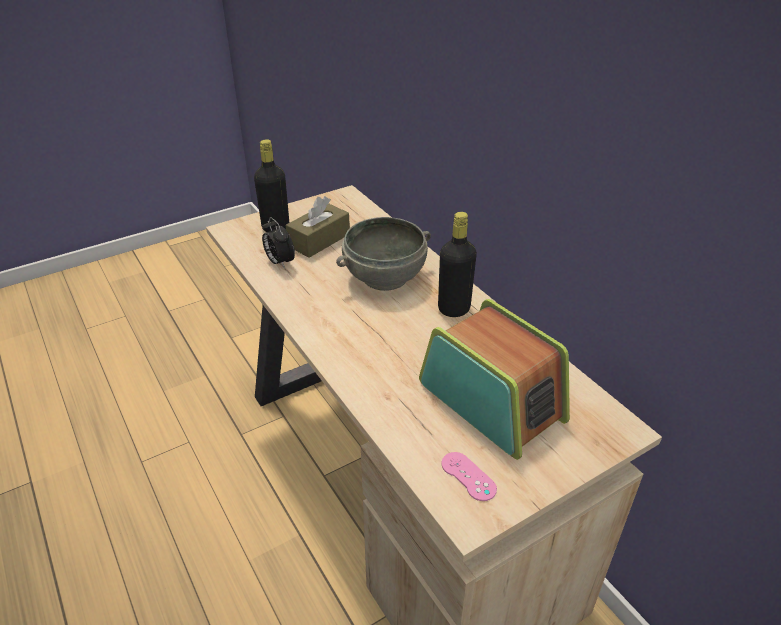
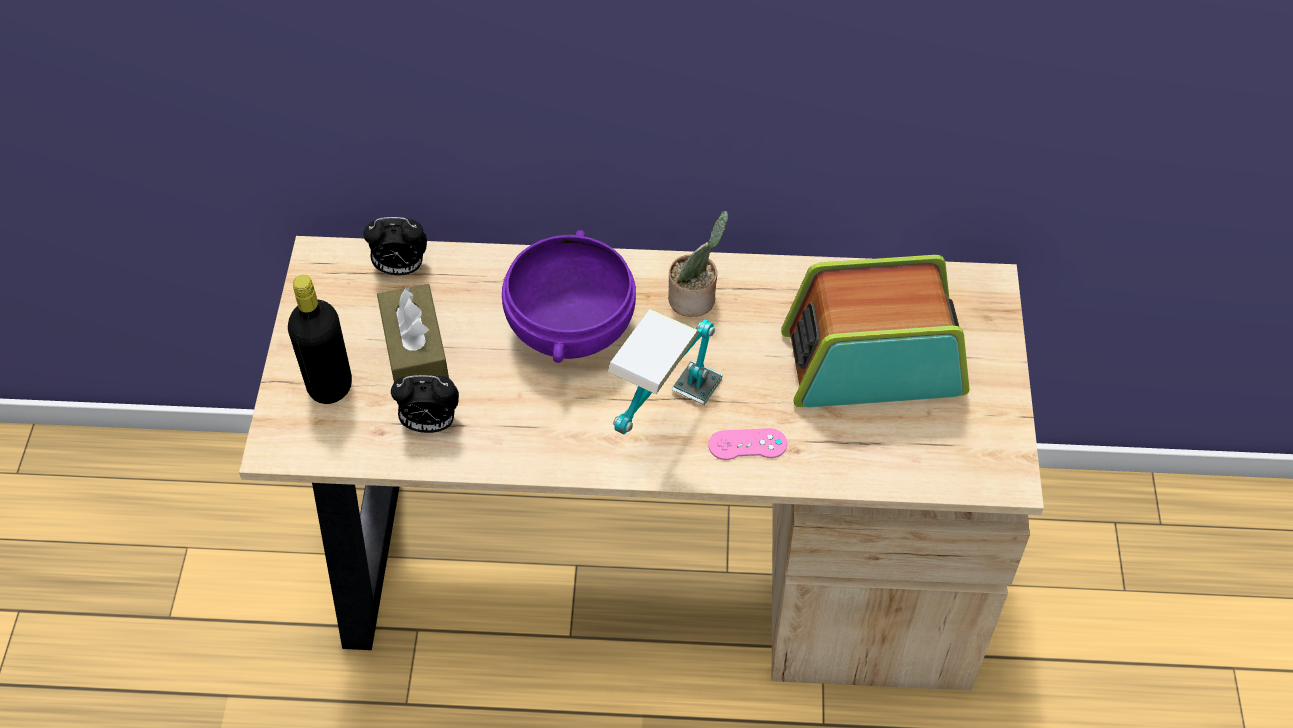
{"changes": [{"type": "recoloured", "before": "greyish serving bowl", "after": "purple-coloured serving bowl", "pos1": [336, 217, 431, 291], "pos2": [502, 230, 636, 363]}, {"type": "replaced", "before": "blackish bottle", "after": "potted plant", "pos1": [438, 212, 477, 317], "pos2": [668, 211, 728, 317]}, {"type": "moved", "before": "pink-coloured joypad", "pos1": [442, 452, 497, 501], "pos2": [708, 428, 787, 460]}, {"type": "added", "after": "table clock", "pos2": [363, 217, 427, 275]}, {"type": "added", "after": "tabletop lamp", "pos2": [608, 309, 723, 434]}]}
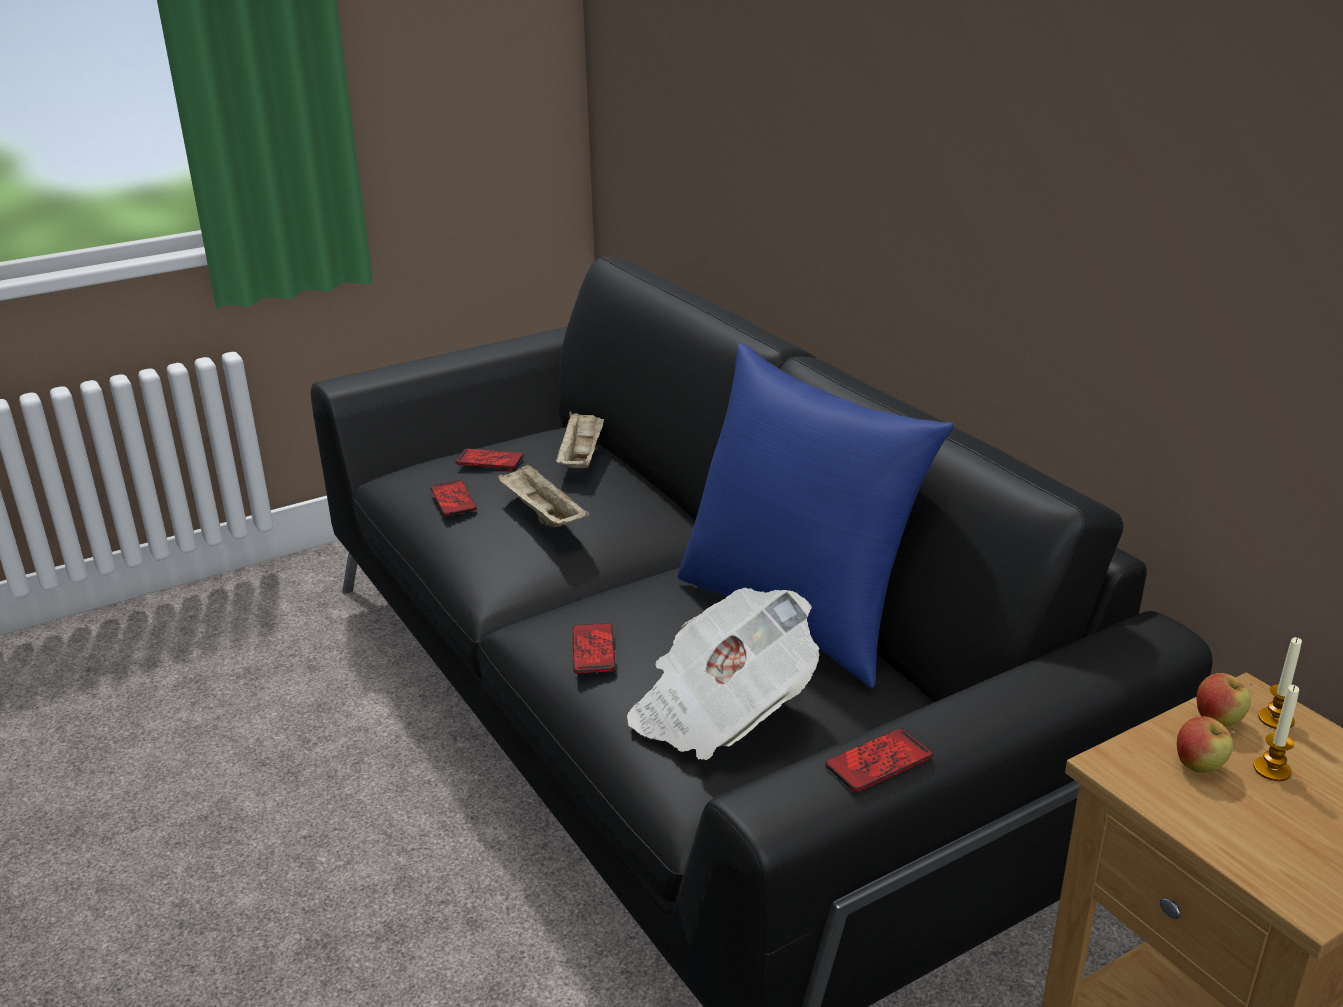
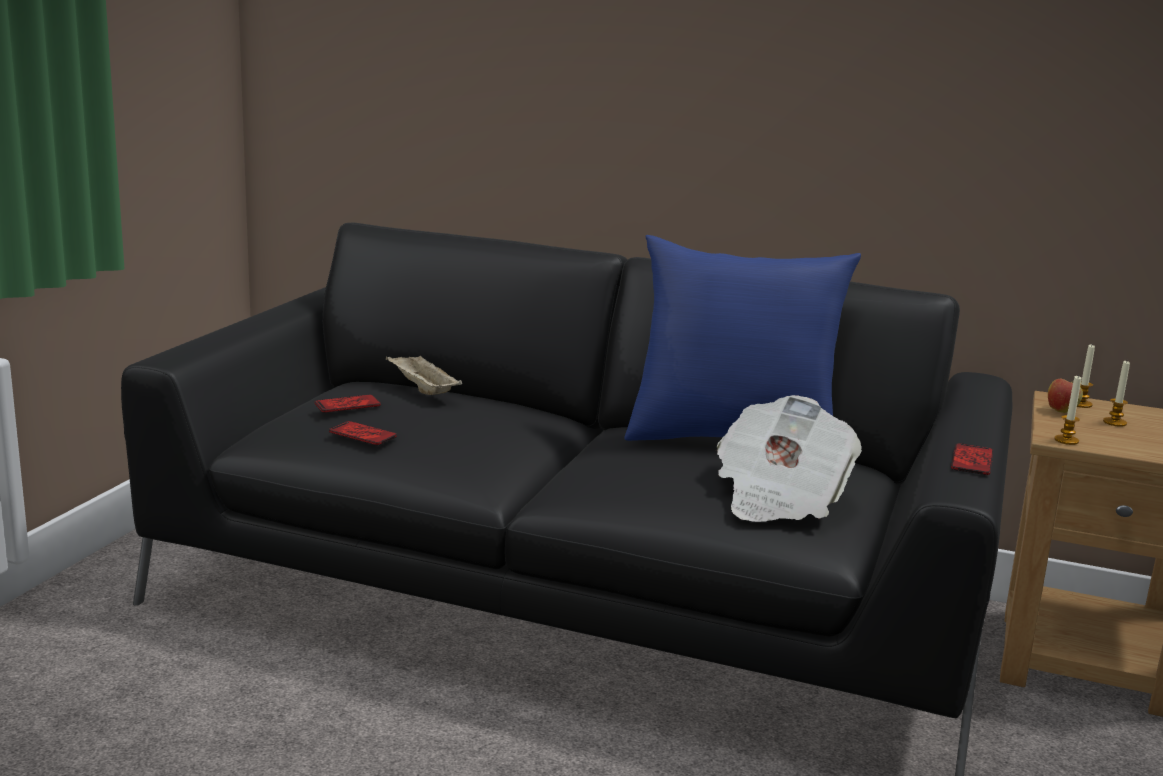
{"changes": [{"type": "removed", "before": "beige tray", "pos1": [496, 463, 589, 527]}, {"type": "removed", "before": "handset", "pos1": [573, 623, 615, 674]}, {"type": "removed", "before": "apple fruit", "pos1": [1177, 716, 1235, 773]}, {"type": "added", "after": "candle", "pos2": [1054, 375, 1081, 445]}]}
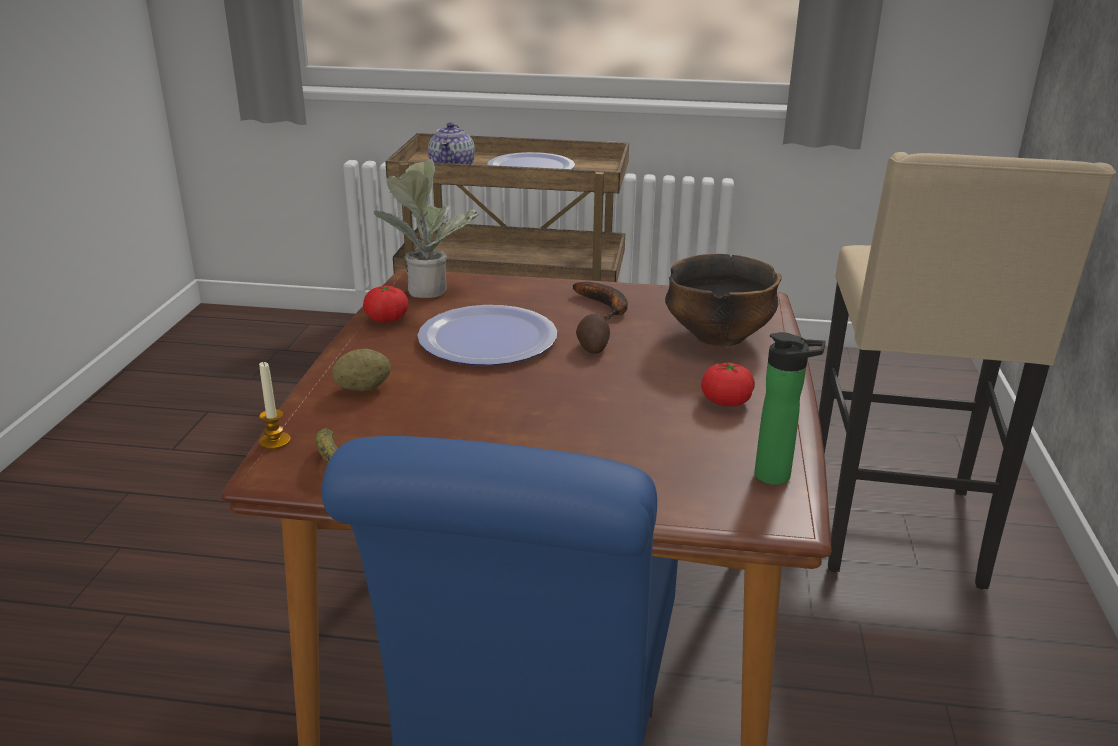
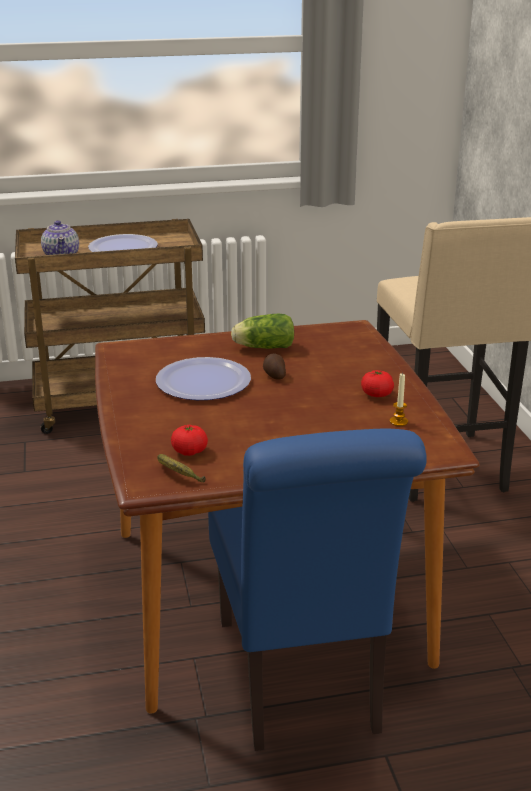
{"changes": [{"type": "moved", "before": "candle", "pos1": [259, 361, 291, 450], "pos2": [390, 373, 408, 426]}, {"type": "removed", "before": "potato", "pos1": [332, 349, 391, 391]}, {"type": "moved", "before": "whole tomato", "pos1": [363, 286, 408, 322], "pos2": [171, 425, 208, 456]}, {"type": "removed", "before": "potted plant", "pos1": [374, 159, 479, 298]}, {"type": "replaced", "before": "banana", "after": "lettuce", "pos1": [572, 282, 628, 321], "pos2": [231, 314, 294, 349]}, {"type": "removed", "before": "serving bowl", "pos1": [665, 254, 782, 347]}, {"type": "removed", "before": "bottle", "pos1": [754, 332, 826, 485]}]}
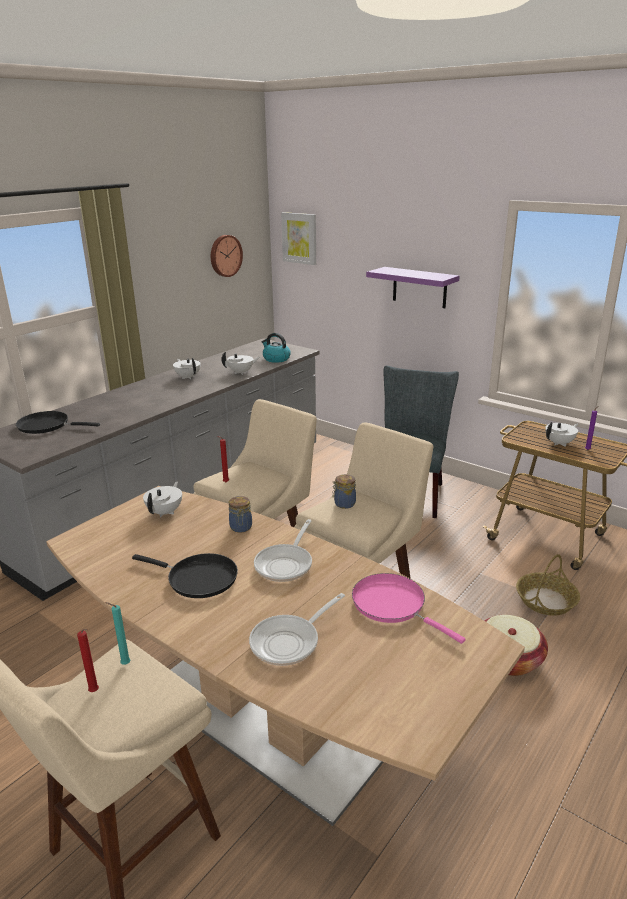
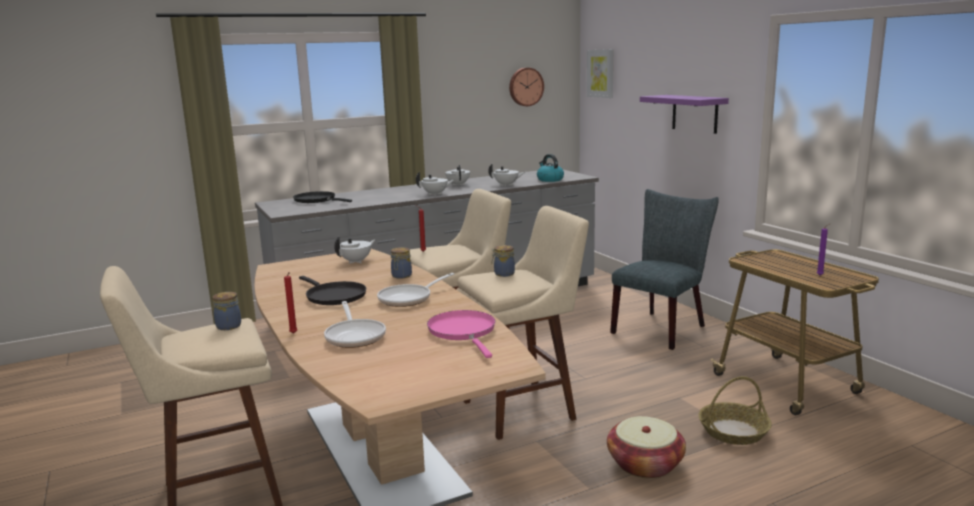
{"changes": [{"type": "moved", "before": "red-coloured candle", "pos1": [77, 629, 99, 692], "pos2": [284, 272, 297, 334]}, {"type": "replaced", "before": "blue-green candle", "after": "preserve jar", "pos1": [105, 602, 131, 665], "pos2": [212, 292, 241, 330]}, {"type": "turned", "before": "skillet", "pos1": [249, 593, 345, 666], "pos2": [324, 301, 386, 348], "turn": -90}, {"type": "moved", "before": "whitish teapot", "pos1": [545, 422, 578, 447], "pos2": [416, 172, 455, 195]}]}
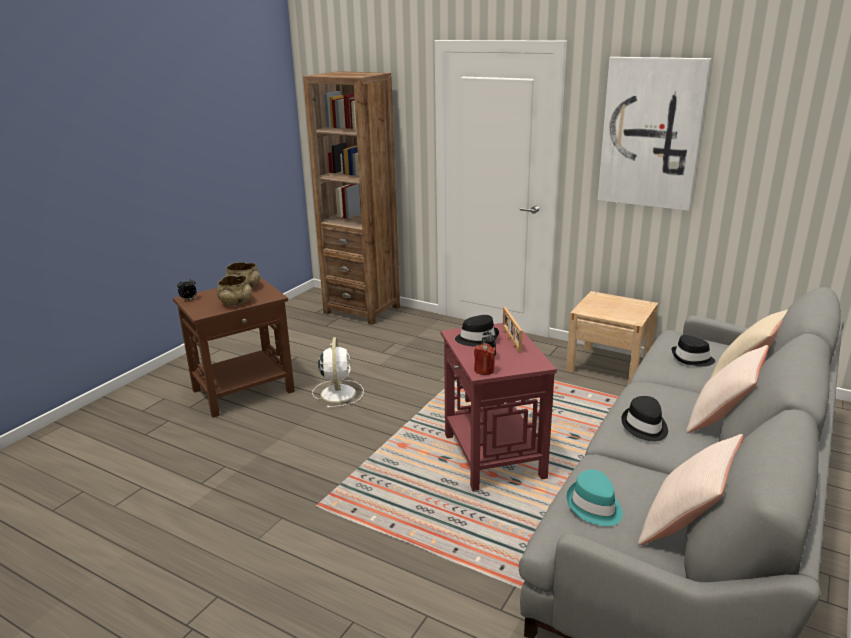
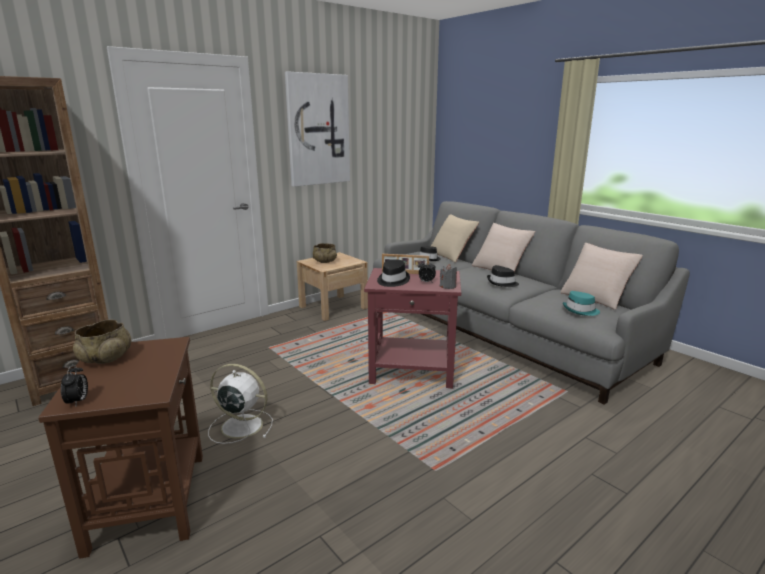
{"changes": [{"type": "moved", "before": "beige serving bowl", "pos1": [217, 275, 252, 306], "pos2": [313, 243, 337, 263]}, {"type": "recoloured", "before": "red-coloured candle", "after": "greyish candle", "pos1": [474, 343, 495, 375], "pos2": [440, 264, 457, 289]}]}
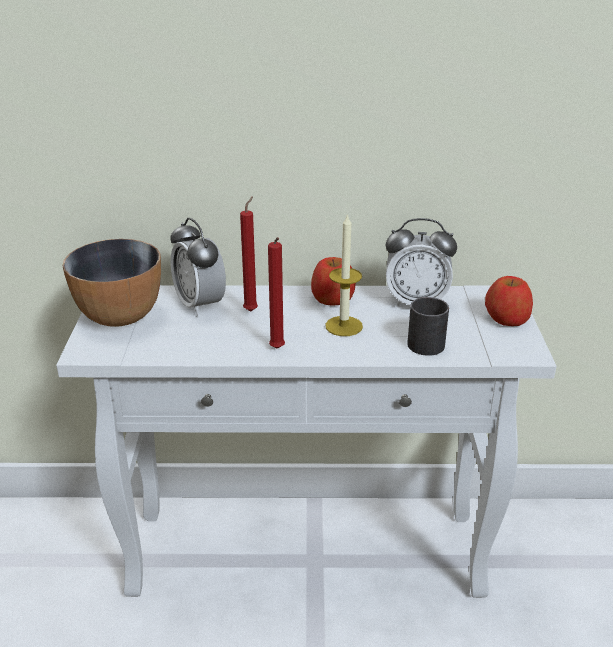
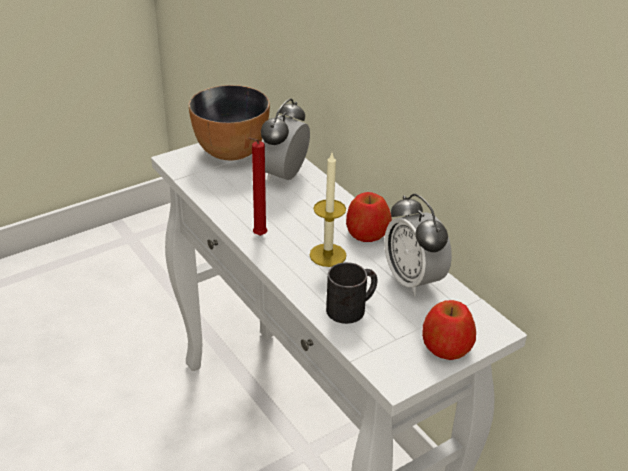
{"changes": [{"type": "removed", "before": "red-coloured candle", "pos1": [240, 196, 258, 311]}]}
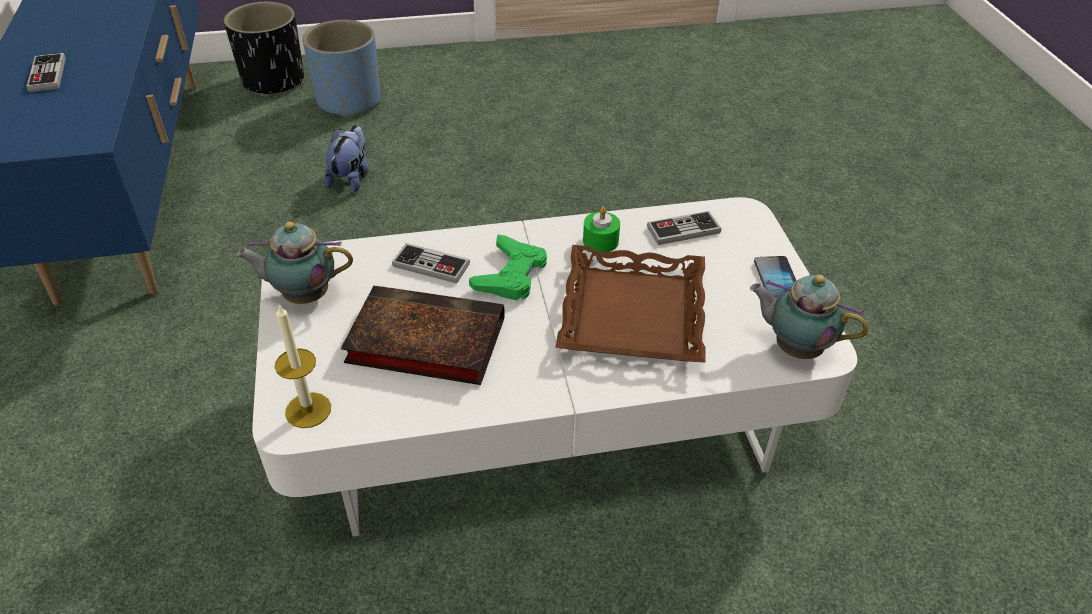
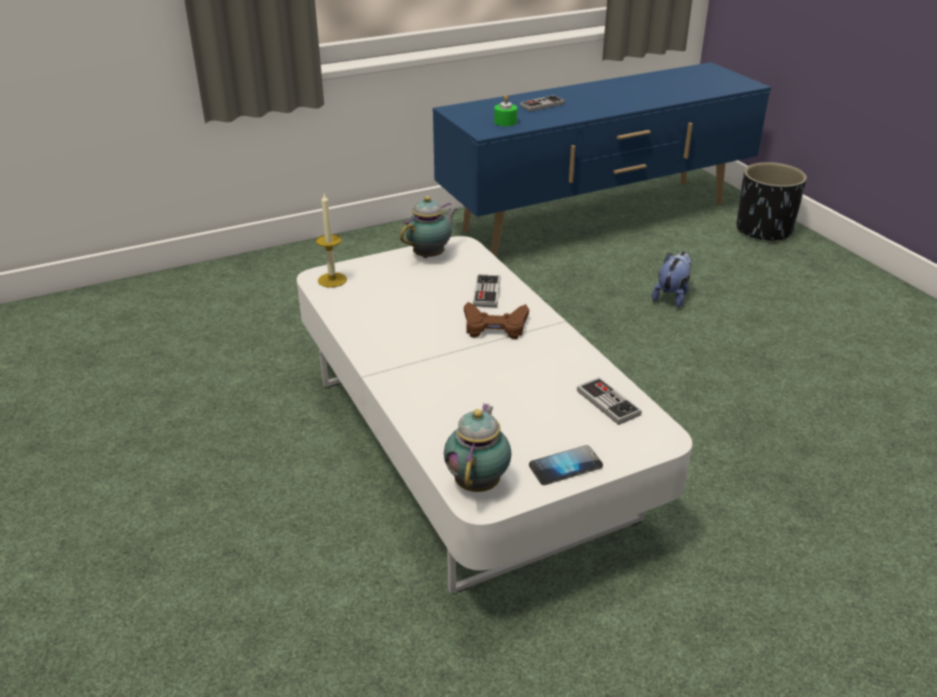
{"changes": [{"type": "turned", "before": "teapot", "pos1": [236, 222, 353, 304], "pos2": [400, 196, 457, 258], "turn": 60}, {"type": "removed", "before": "blue planter", "pos1": [302, 20, 380, 118]}, {"type": "turned", "before": "soft toy", "pos1": [324, 125, 369, 192], "pos2": [652, 252, 692, 307], "turn": -60}, {"type": "removed", "before": "volume", "pos1": [341, 285, 505, 385]}, {"type": "recoloured", "before": "greenish joypad", "after": "brown-coloured joypad", "pos1": [469, 234, 547, 301], "pos2": [464, 302, 529, 340]}, {"type": "removed", "before": "brown-coloured tray", "pos1": [556, 245, 705, 363]}, {"type": "moved", "before": "greenish candle", "pos1": [583, 207, 620, 252], "pos2": [494, 95, 517, 126]}]}
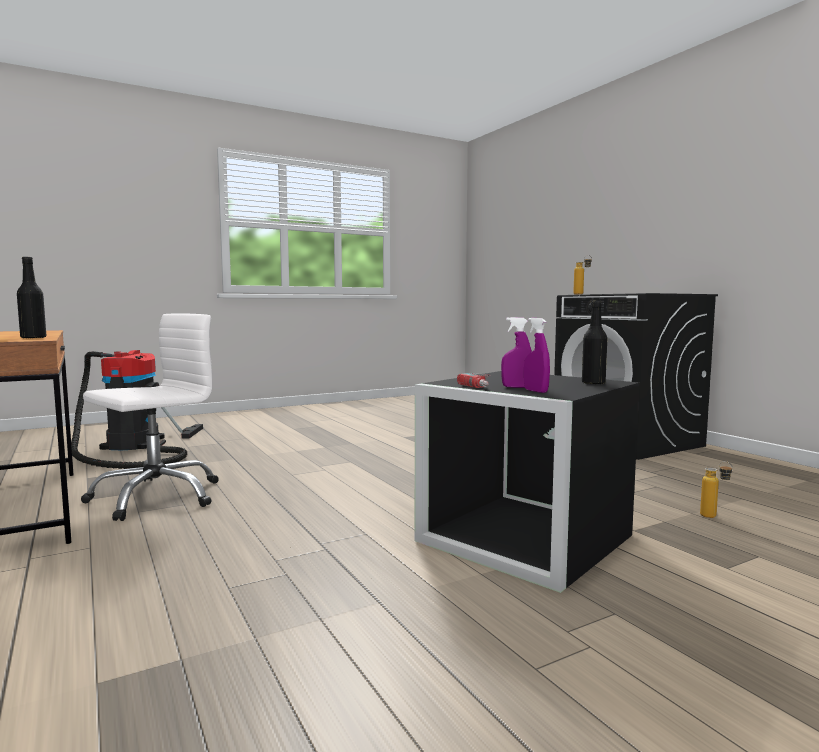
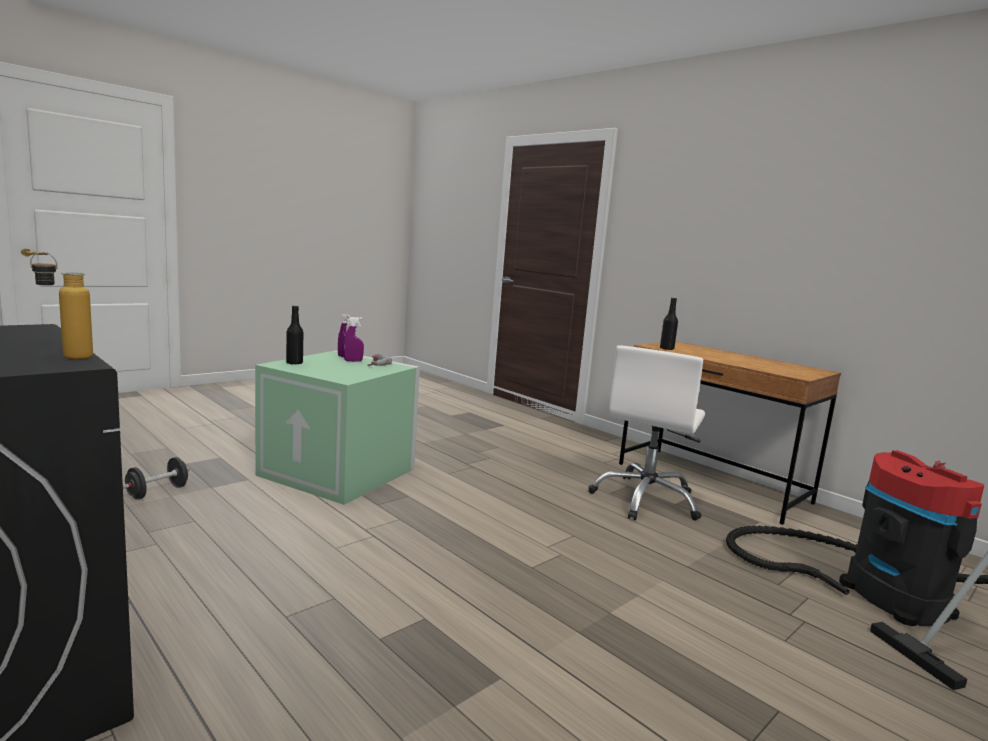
{"changes": [{"type": "recoloured", "before": "blackish storage container", "after": "greenish storage container", "pos1": [415, 371, 640, 593], "pos2": [255, 350, 420, 505]}, {"type": "replaced", "before": "bottle", "after": "blackish free weight", "pos1": [700, 461, 733, 518], "pos2": [123, 457, 190, 499]}]}
